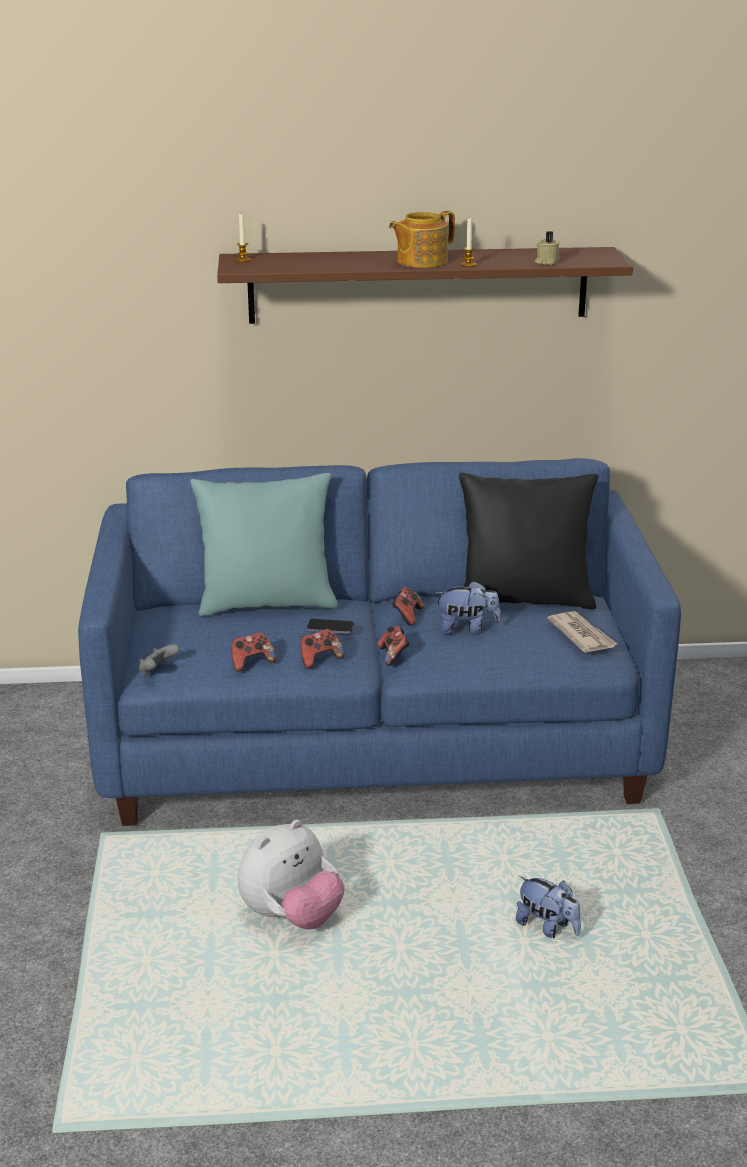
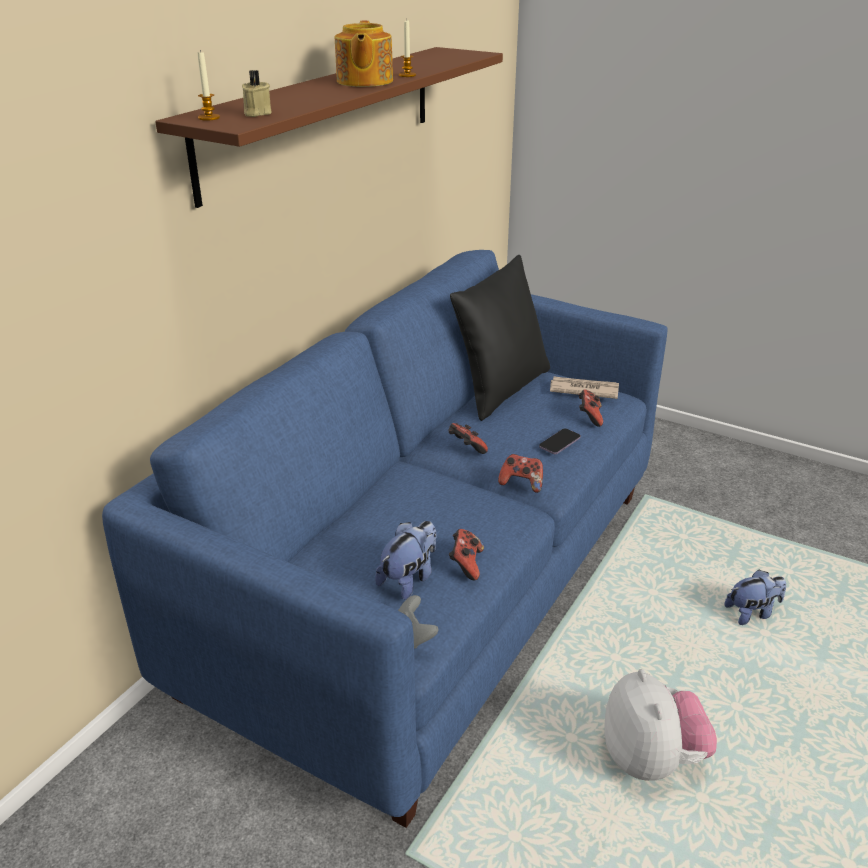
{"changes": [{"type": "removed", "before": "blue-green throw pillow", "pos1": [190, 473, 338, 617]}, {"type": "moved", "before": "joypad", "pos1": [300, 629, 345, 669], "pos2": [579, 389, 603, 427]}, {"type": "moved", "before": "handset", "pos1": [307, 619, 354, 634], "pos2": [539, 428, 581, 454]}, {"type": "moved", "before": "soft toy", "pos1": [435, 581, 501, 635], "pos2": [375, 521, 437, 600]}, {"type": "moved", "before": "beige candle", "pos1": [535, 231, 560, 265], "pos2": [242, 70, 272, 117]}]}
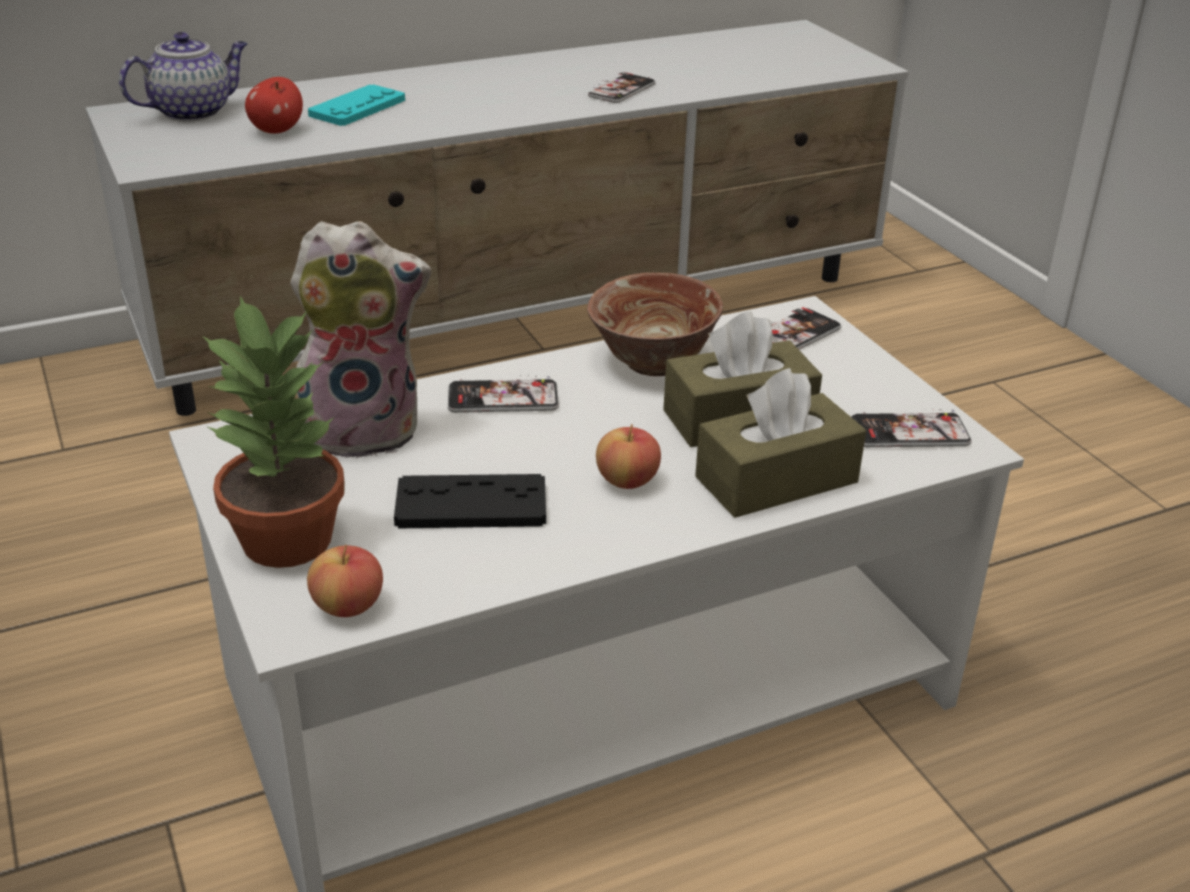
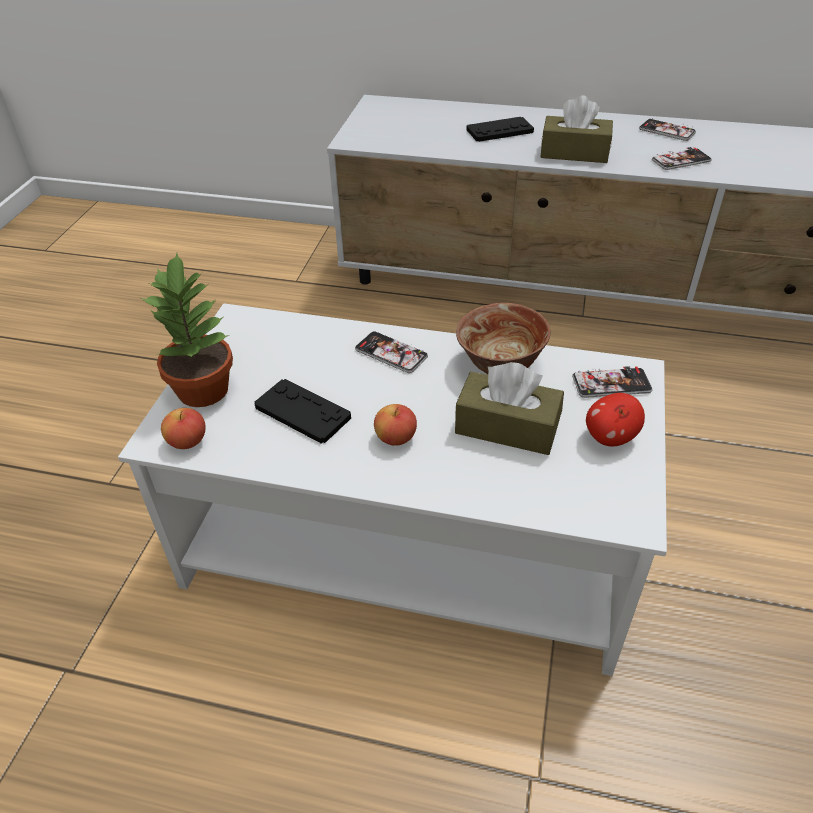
{"changes": [{"type": "removed", "before": "teapot", "pos1": [119, 32, 247, 122]}, {"type": "moved", "before": "apple fruit", "pos1": [245, 77, 303, 134], "pos2": [586, 393, 645, 446]}, {"type": "removed", "before": "soft toy", "pos1": [290, 221, 431, 459]}, {"type": "recoloured", "before": "blue-green joypad", "after": "blackish joypad", "pos1": [308, 84, 405, 126], "pos2": [466, 117, 534, 142]}, {"type": "moved", "before": "brown-coloured tissue box", "pos1": [695, 368, 866, 518], "pos2": [540, 95, 613, 163]}, {"type": "moved", "before": "handset", "pos1": [851, 407, 972, 447], "pos2": [639, 119, 696, 141]}]}
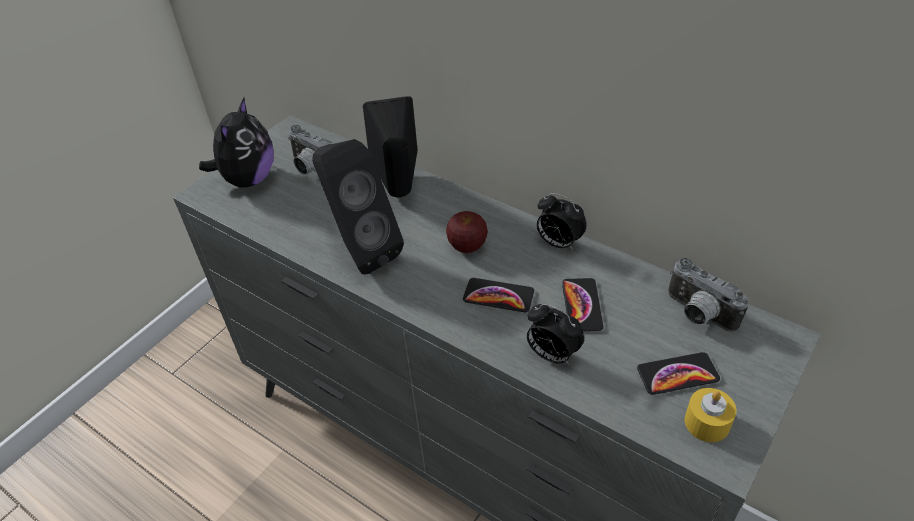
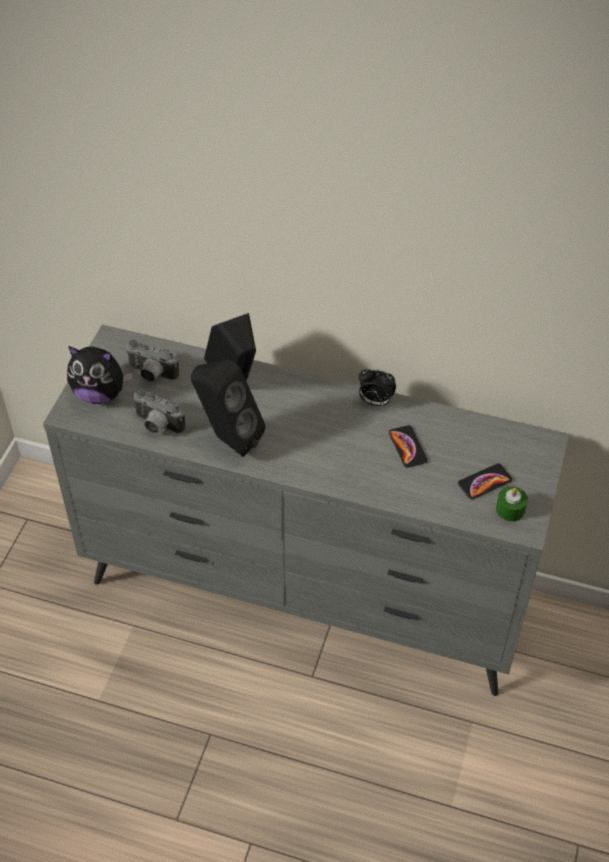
{"changes": [{"type": "turned", "before": "soft toy", "pos1": [199, 98, 274, 187], "pos2": [67, 346, 132, 404], "turn": 105}, {"type": "removed", "before": "apple fruit", "pos1": [446, 211, 488, 253]}, {"type": "removed", "before": "handset", "pos1": [463, 278, 534, 312]}, {"type": "removed", "before": "table clock", "pos1": [527, 304, 585, 365]}, {"type": "moved", "before": "photo camera", "pos1": [668, 258, 749, 332], "pos2": [132, 388, 185, 434]}, {"type": "recoloured", "before": "yellow candle", "after": "greenish candle", "pos1": [685, 388, 736, 442], "pos2": [496, 486, 528, 521]}]}
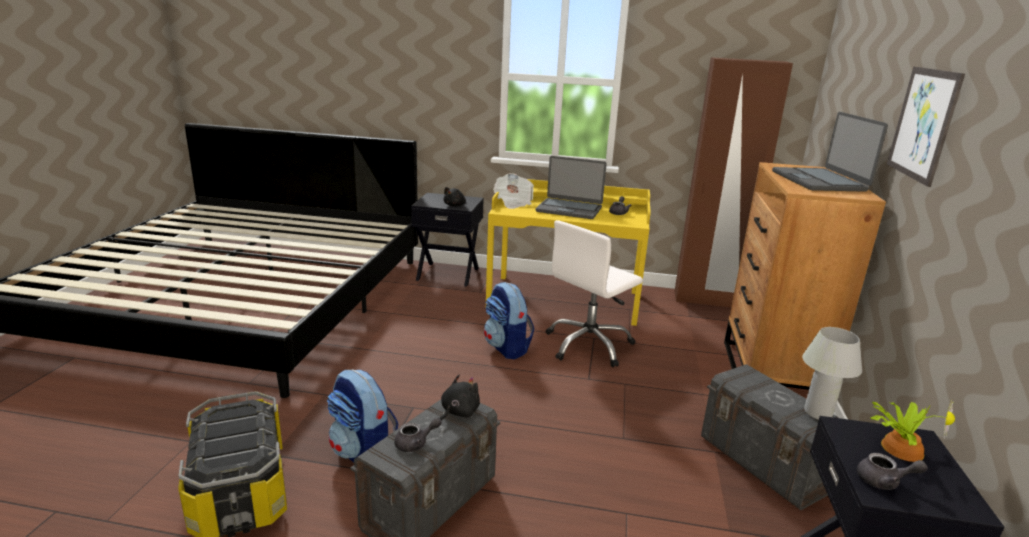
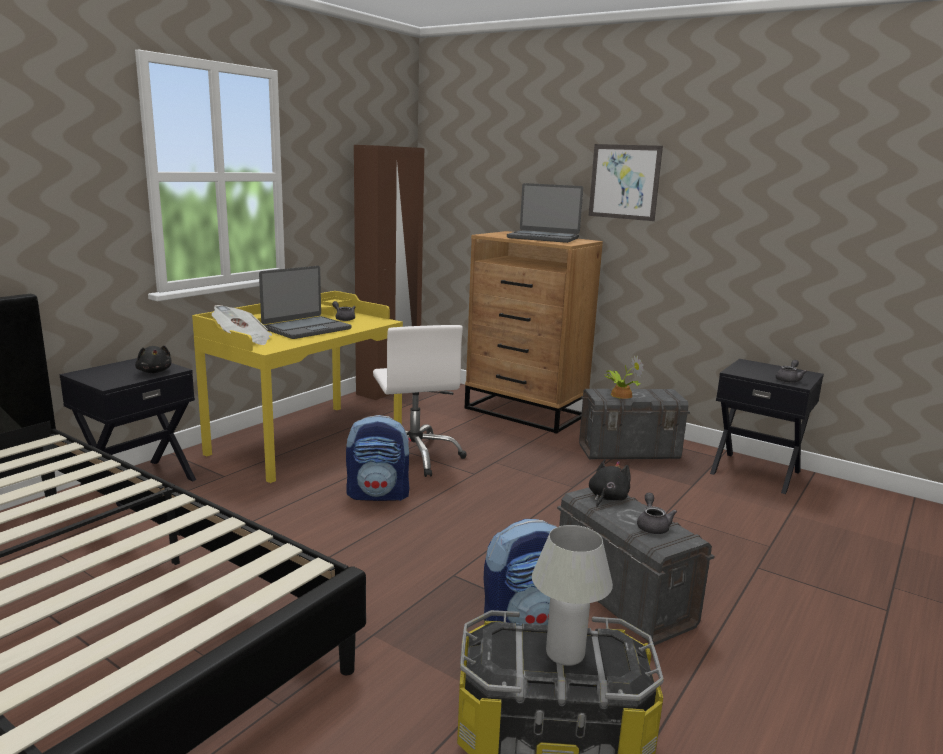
{"changes": [{"type": "turned", "before": "blackish soft toy", "pos1": [439, 375, 480, 421], "pos2": [589, 459, 631, 507], "turn": 60}, {"type": "moved", "before": "whitish tabletop lamp", "pos1": [802, 327, 862, 420], "pos2": [532, 525, 613, 666]}, {"type": "moved", "before": "potted plant", "pos1": [871, 401, 955, 462], "pos2": [604, 355, 644, 399]}]}
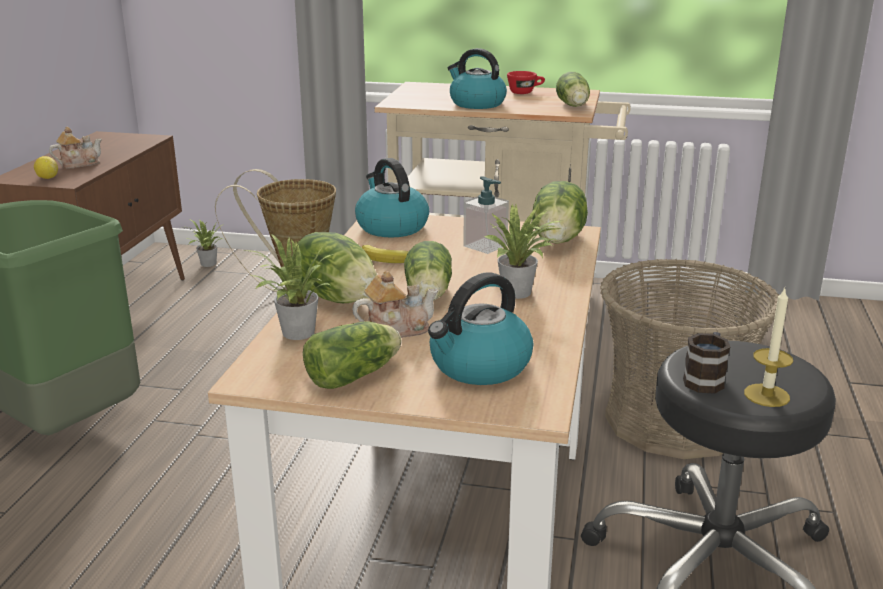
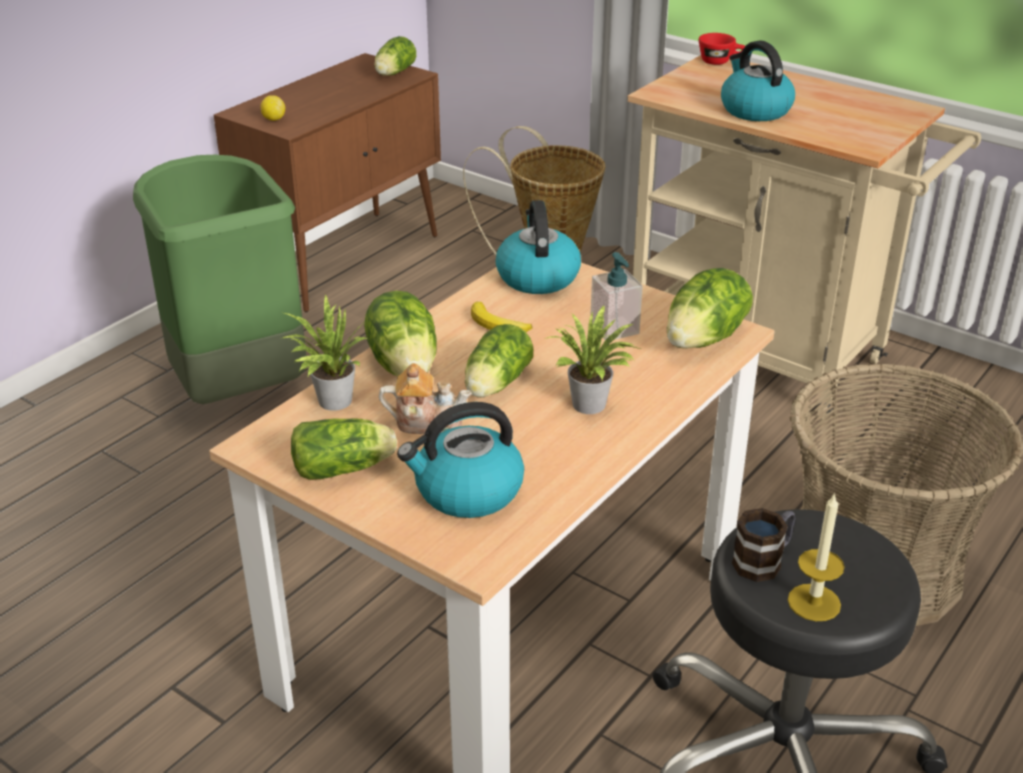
{"changes": [{"type": "removed", "before": "teapot", "pos1": [49, 127, 102, 168]}, {"type": "removed", "before": "potted plant", "pos1": [188, 219, 224, 267]}, {"type": "moved", "before": "red-coloured cup", "pos1": [507, 71, 545, 94], "pos2": [699, 33, 745, 65]}, {"type": "moved", "before": "lettuce", "pos1": [556, 72, 590, 107], "pos2": [374, 36, 416, 76]}]}
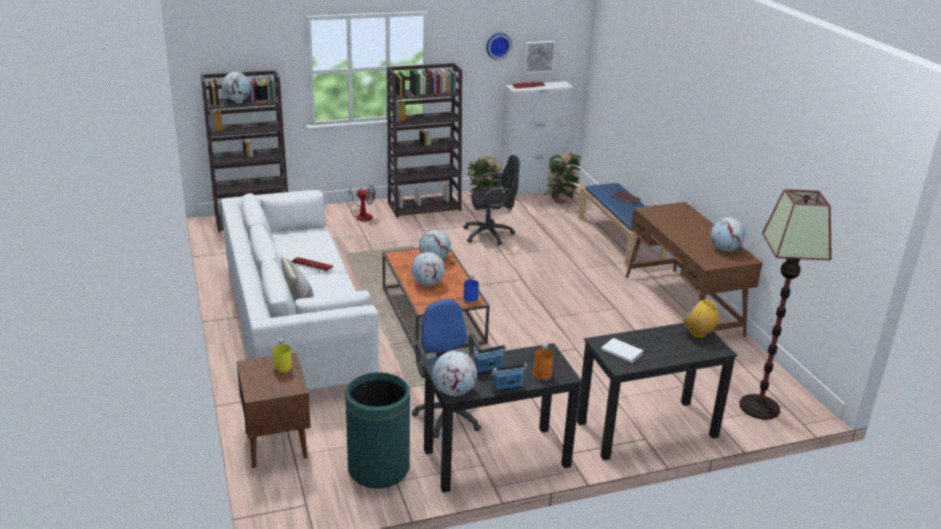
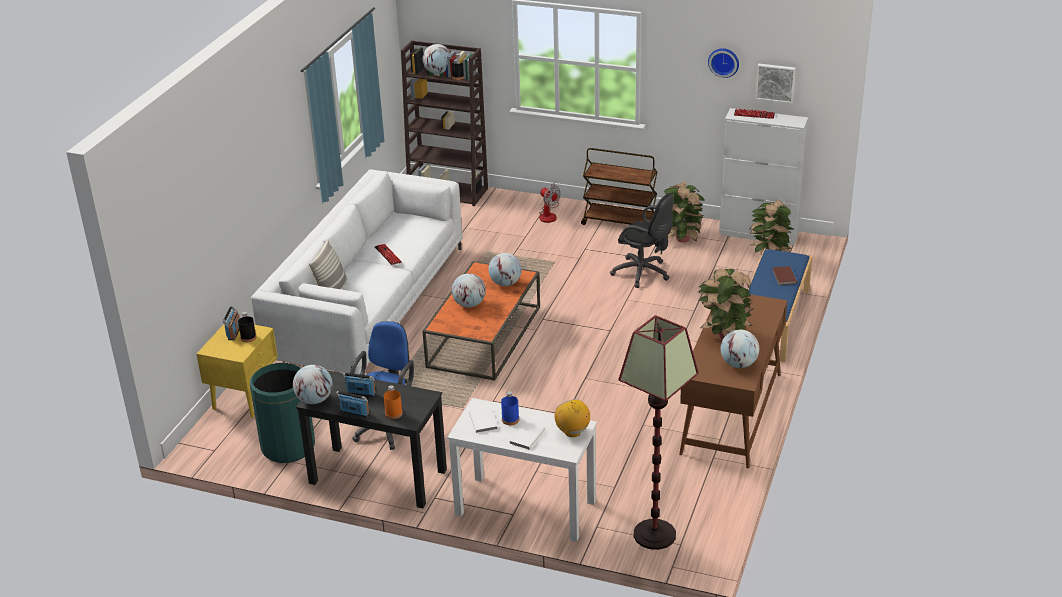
{"changes": [{"type": "recoloured", "before": "brown-coloured nightstand", "after": "yellow nightstand", "pos1": [236, 353, 311, 468], "pos2": [196, 321, 278, 418]}, {"type": "recoloured", "before": "yellow bottle", "after": "blackish bottle", "pos1": [273, 339, 292, 375], "pos2": [238, 312, 257, 342]}, {"type": "replaced", "before": "brown-coloured shelving unit", "after": "brown-coloured wheeled cart", "pos1": [387, 63, 462, 218], "pos2": [581, 148, 657, 225]}, {"type": "moved", "before": "blue bottle", "pos1": [463, 274, 479, 305], "pos2": [501, 391, 519, 425]}, {"type": "recoloured", "before": "blackish desk unit", "after": "whitish desk unit", "pos1": [577, 323, 737, 460], "pos2": [447, 398, 597, 542]}, {"type": "added", "after": "radio set", "pos2": [223, 306, 240, 340]}, {"type": "added", "after": "whitish volume", "pos2": [509, 421, 545, 450]}, {"type": "added", "after": "potted plant", "pos2": [699, 269, 753, 339]}]}
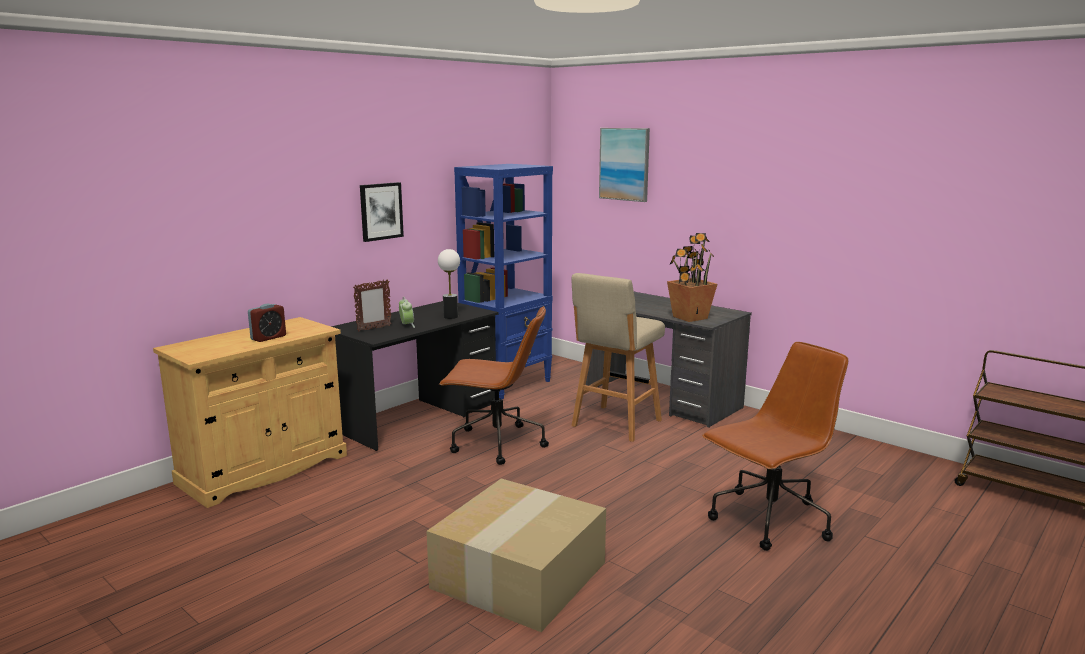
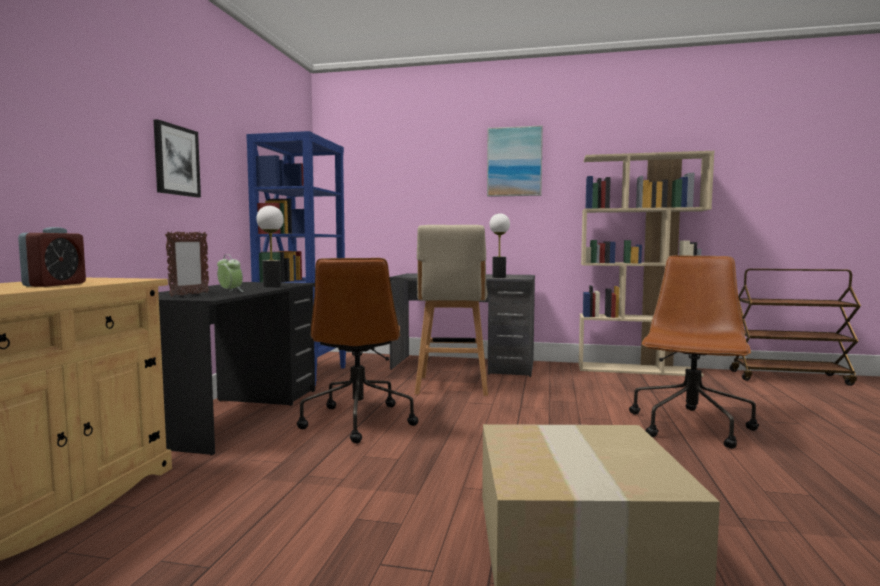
{"changes": [{"type": "turned", "before": "brown-coloured office chair", "pos1": [439, 306, 549, 465], "pos2": [297, 258, 418, 443], "turn": 105}, {"type": "moved", "before": "wall picture", "pos1": [599, 128, 650, 202], "pos2": [487, 125, 543, 197]}, {"type": "replaced", "before": "potted plant", "after": "tabletop lamp", "pos1": [667, 233, 717, 322], "pos2": [489, 213, 510, 278]}, {"type": "added", "after": "beige shelving unit", "pos2": [578, 151, 715, 377]}]}
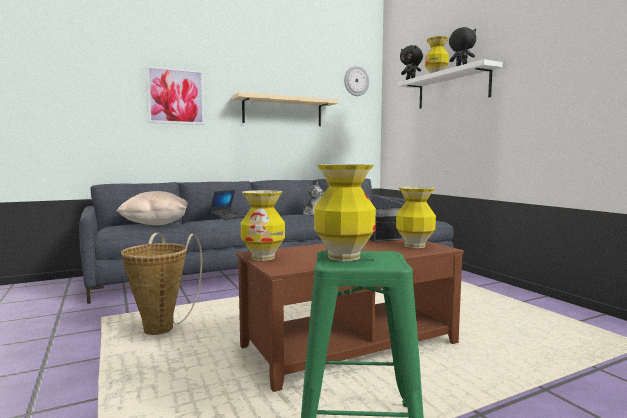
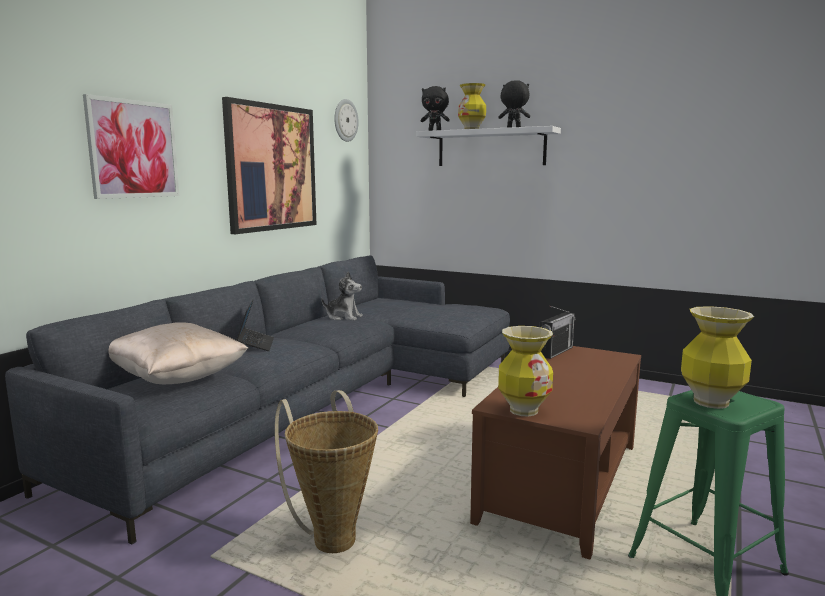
{"changes": [{"type": "replaced", "before": "beige bracket shelf", "after": "wall picture", "pos1": [232, 92, 338, 126], "pos2": [222, 97, 317, 234]}, {"type": "removed", "before": "vase", "pos1": [396, 187, 436, 248]}]}
